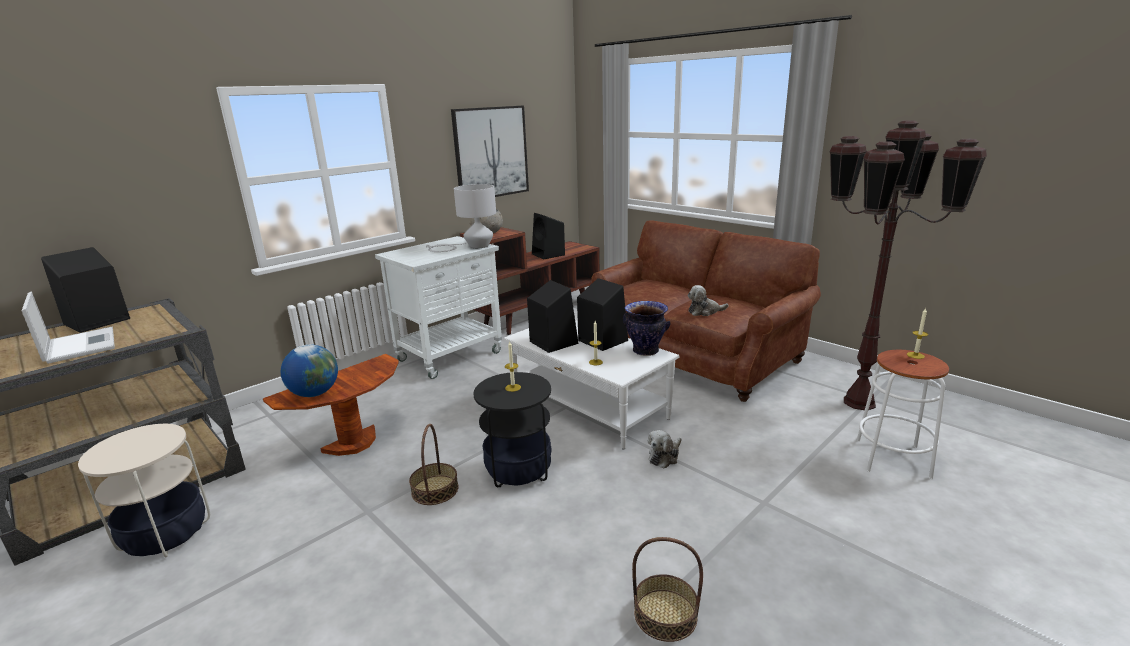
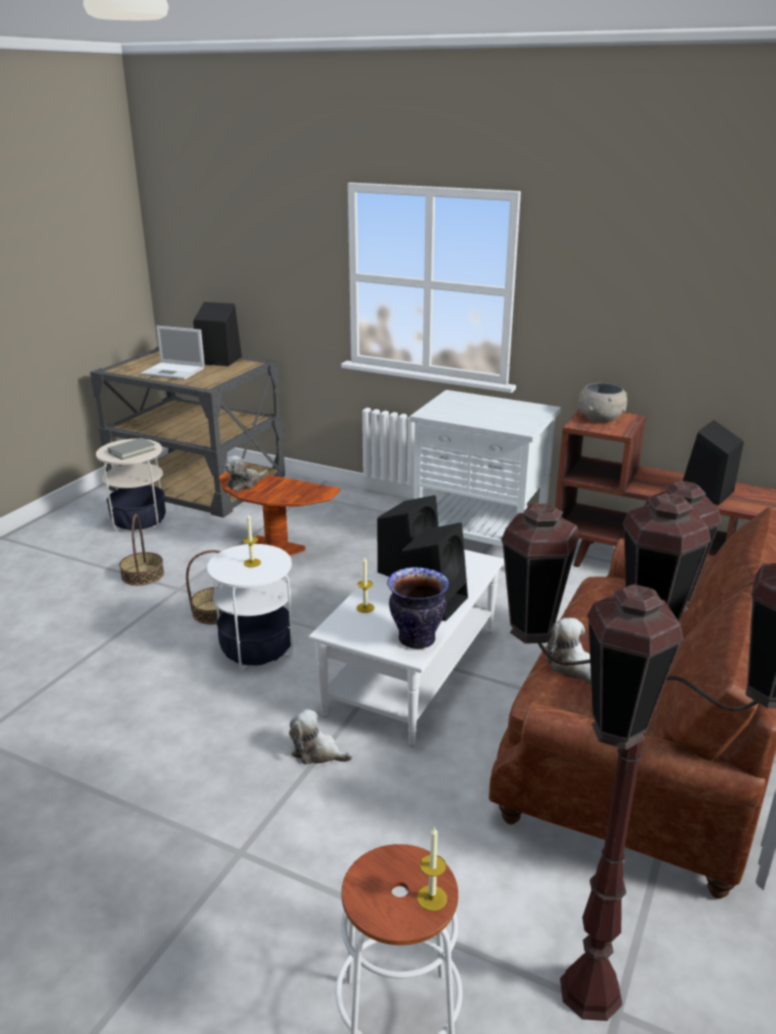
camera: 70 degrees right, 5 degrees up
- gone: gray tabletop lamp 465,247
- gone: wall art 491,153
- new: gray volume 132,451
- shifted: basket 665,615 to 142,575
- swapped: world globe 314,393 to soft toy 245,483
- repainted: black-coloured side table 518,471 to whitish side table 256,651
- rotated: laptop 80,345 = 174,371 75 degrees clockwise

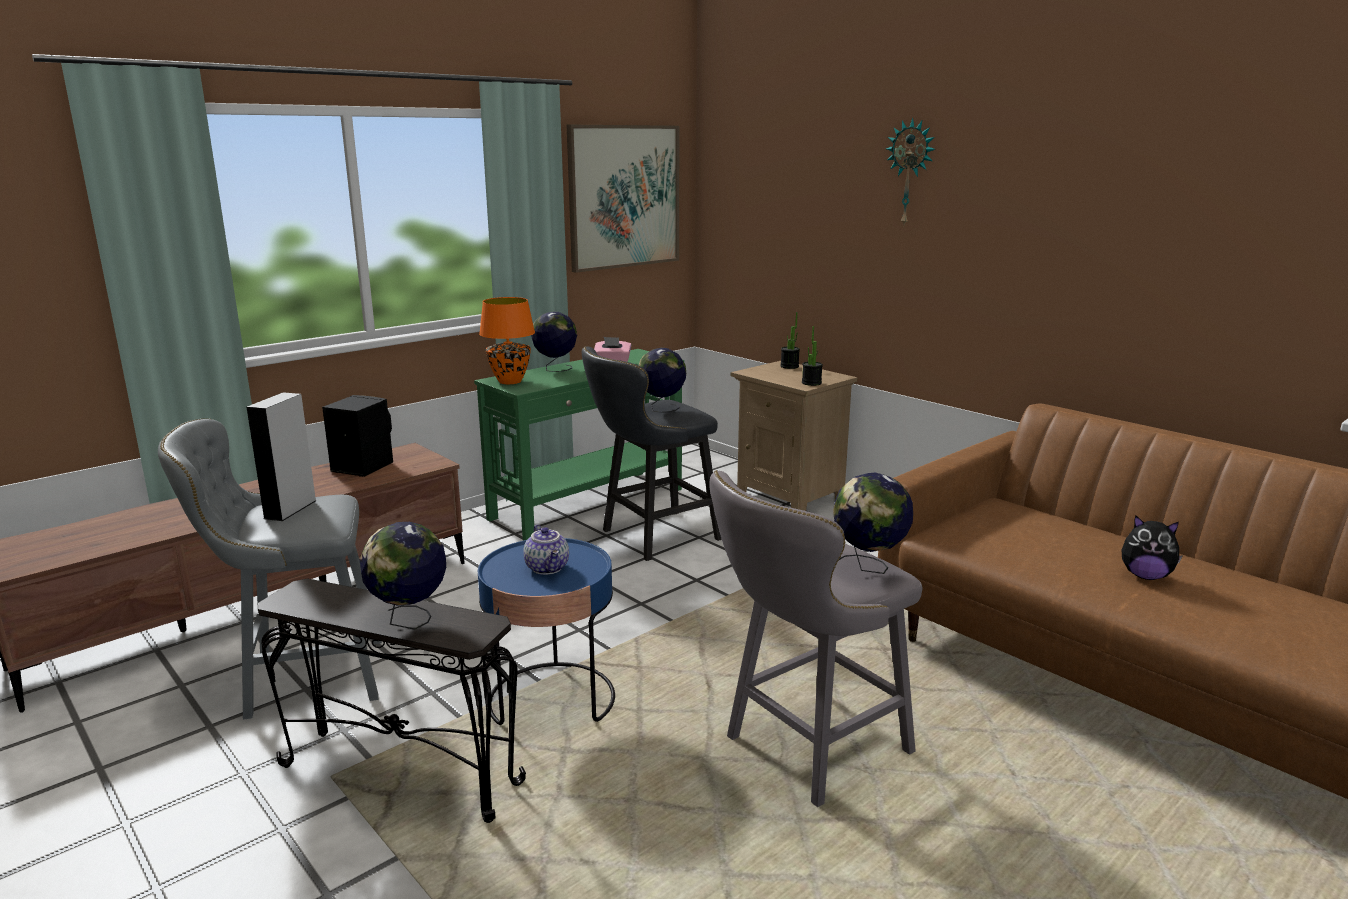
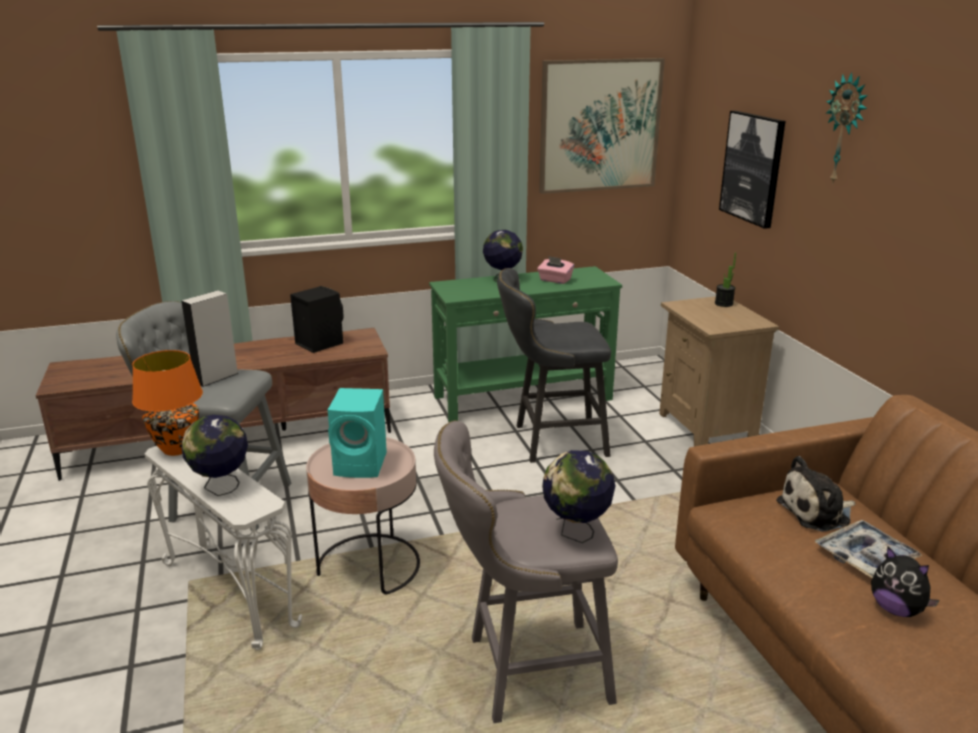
camera: 25 degrees right, 5 degrees up
- gone: world globe 661,409
- gone: houseplant 811,383
- new: wall art 753,168
- new: soft toy 817,512
- new: serving tray 865,556
- shifted: orangey tabletop lamp 509,381 to 176,449
- swapped: teapot 548,568 to turquoise-coloured loudspeaker 362,464
- repainted: black-coloured side table 400,775 to whitish side table 230,594
- repainted: bluish side table 552,699 to pink side table 369,565

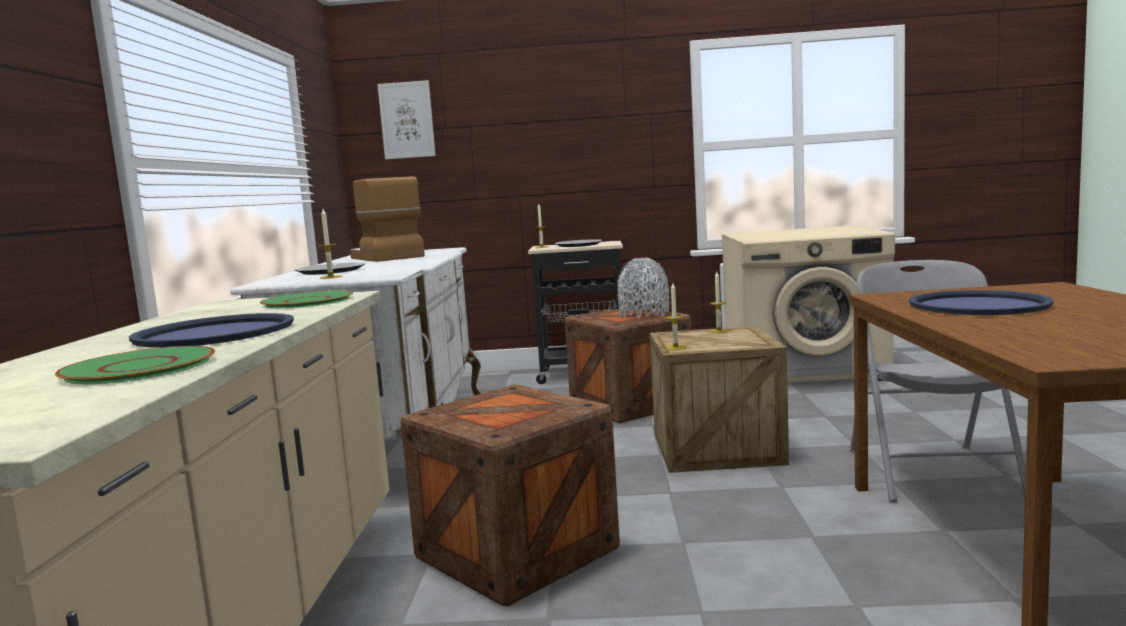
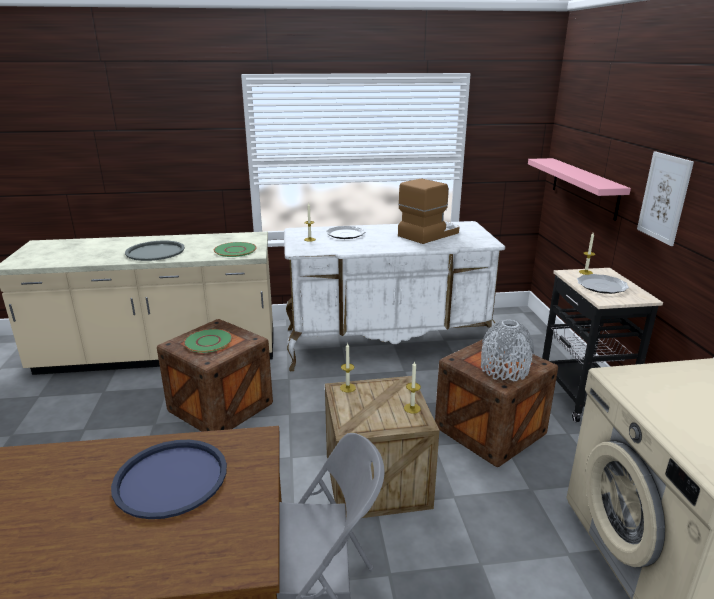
camera: 80 degrees right, 15 degrees up
- new: pink wall shelf 584,187
- shifted: green flat dish 138,368 to 208,341
- shifted: wall art 407,120 to 664,198
- repainted: bluish serving tray 215,333 to gray serving tray 155,251

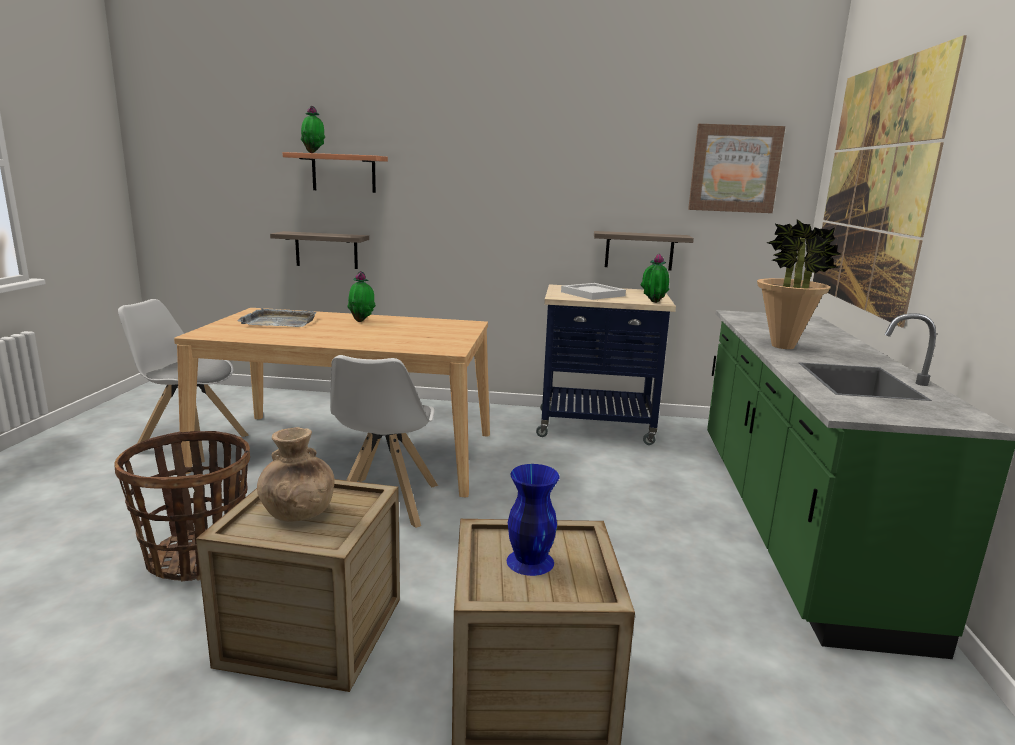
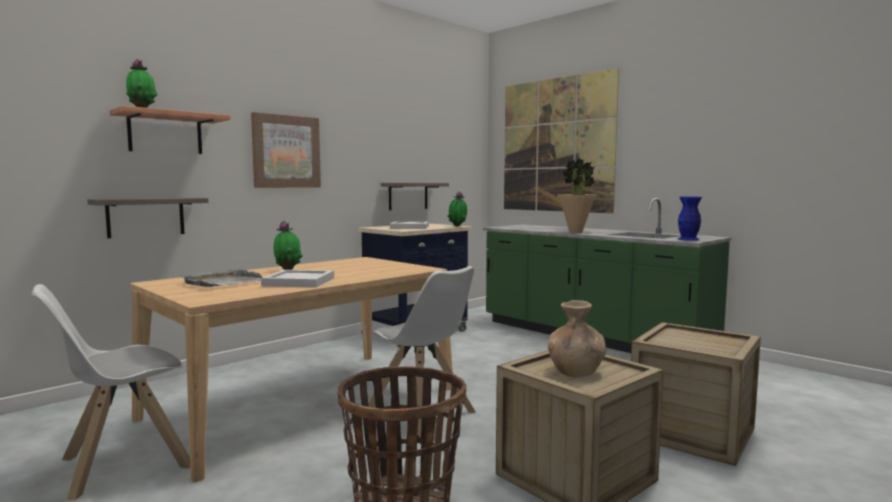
camera: 50 degrees left, 10 degrees down
- new: whitish serving tray 298,281
- shifted: bluish vase 529,561 to 688,239
- shifted: wall art 734,169 to 286,151

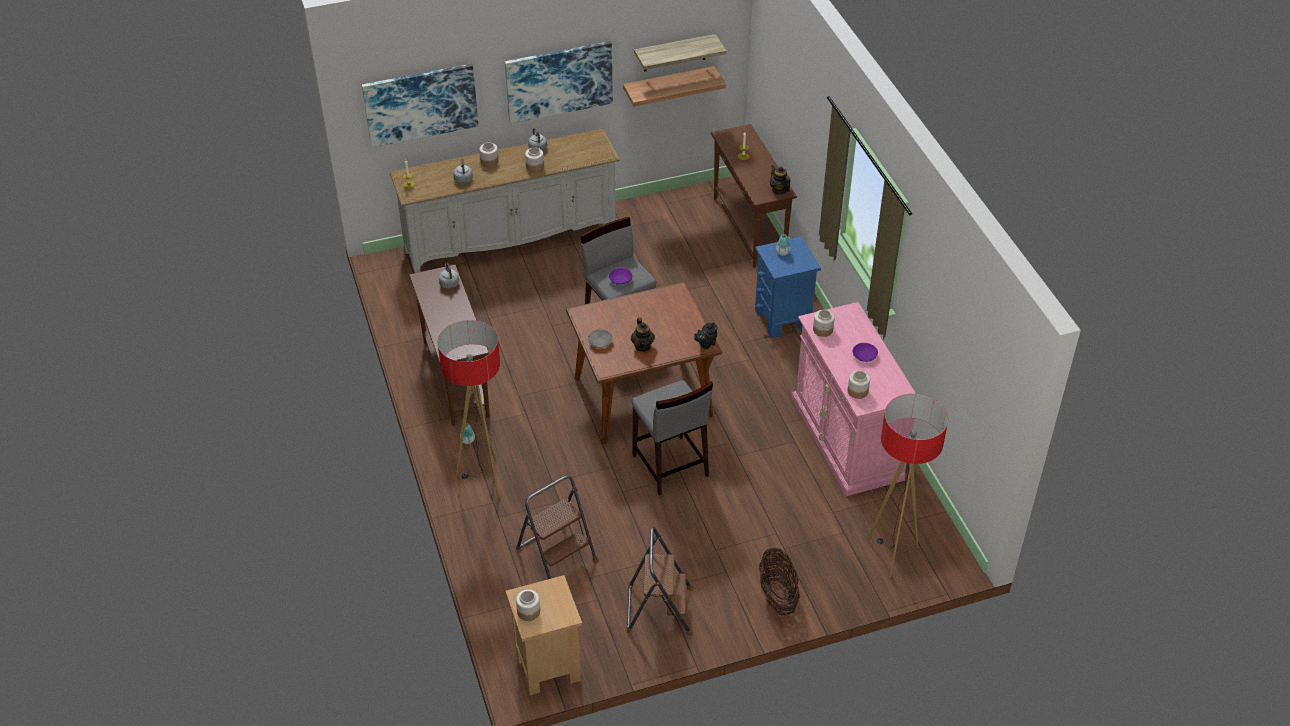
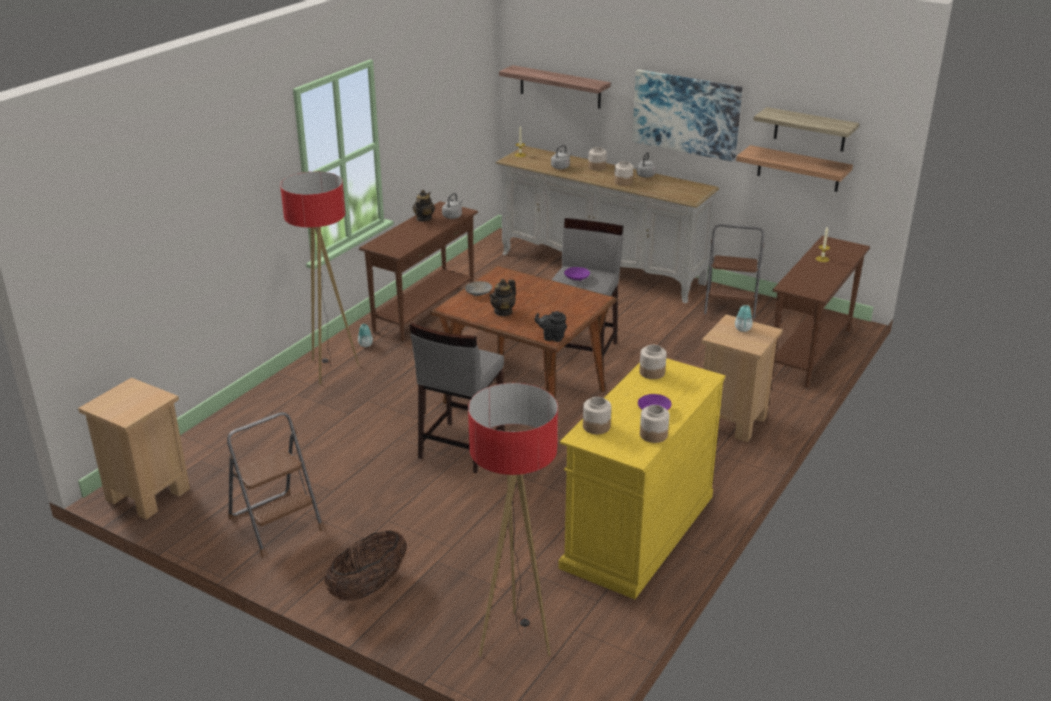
camera: 50 degrees right, 15 degrees down
- shifted: brownish step ladder 555,552 to 731,307
- shifted: preserve jar 528,611 to 653,434
- shifted: teapot 779,190 to 423,219
- swapped: wall art 420,104 to wall shelf 560,87
- repainted: bluish nightstand 782,320 to sand-coloured nightstand 731,421
- repainted: pink dresser 847,437 to yellowish dresser 639,531

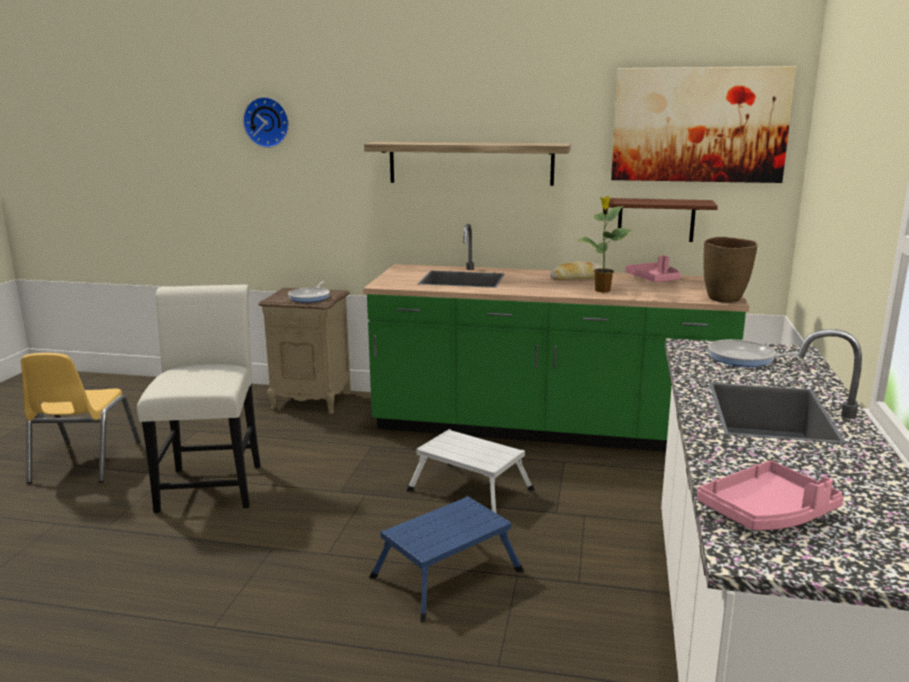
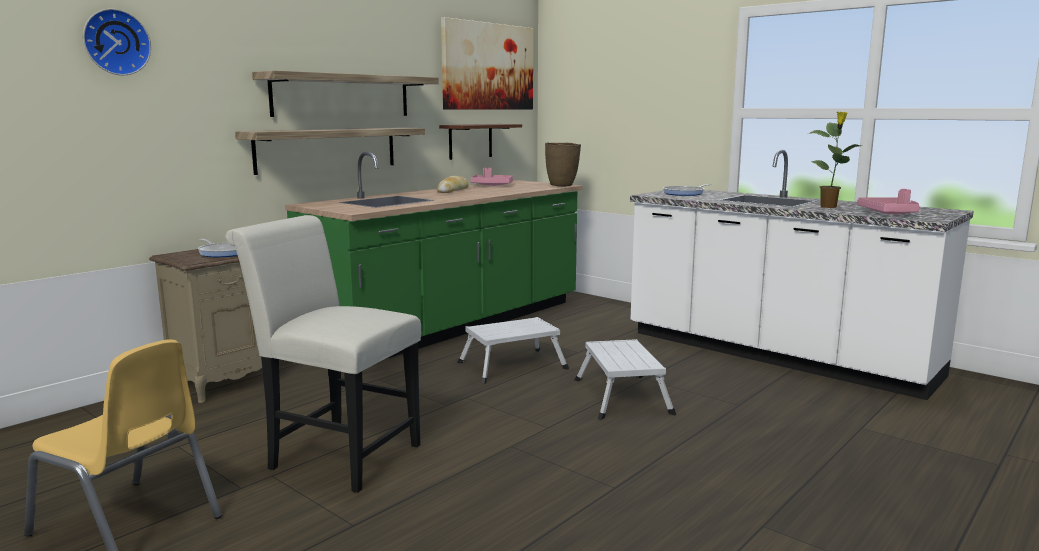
camera: 60 degrees left, 5 degrees down
- new: wall shelf 327,149
- shifted: houseplant 602,290 to 829,207
- repainted: bluish step ladder 447,573 to whitish step ladder 622,396

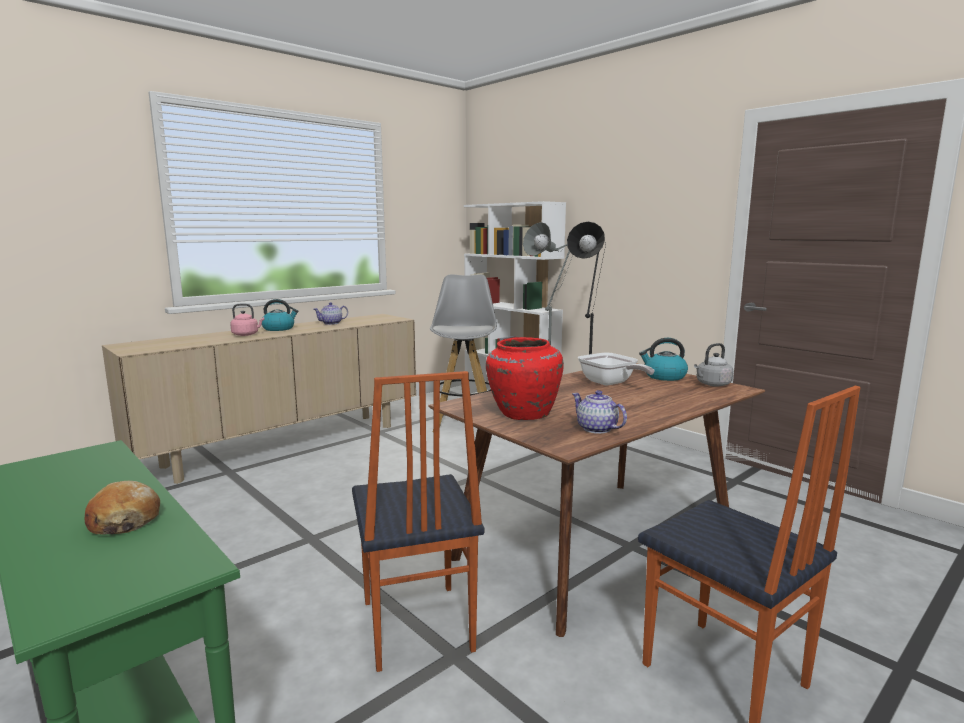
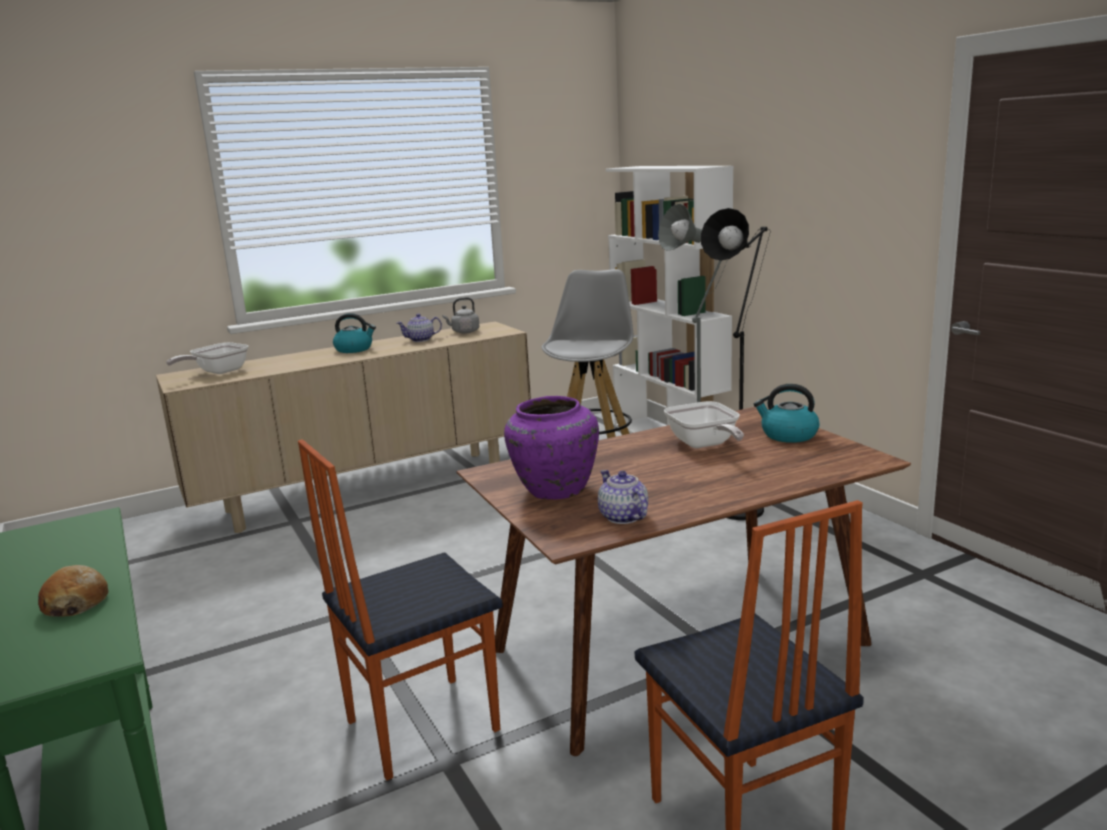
camera: 15 degrees right, 5 degrees up
- gone: pink water kettle 247,334
- new: skillet 217,372
- shifted: gray water kettle 712,384 to 464,332
- repainted: reddish vase 522,414 to purplish vase 553,490
- rotated: chair 415,626 = 420,725 60 degrees clockwise

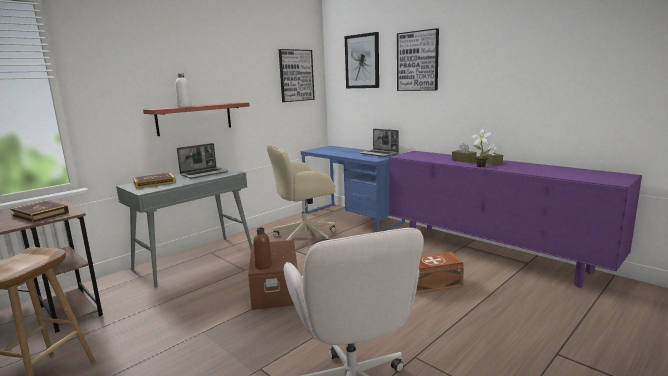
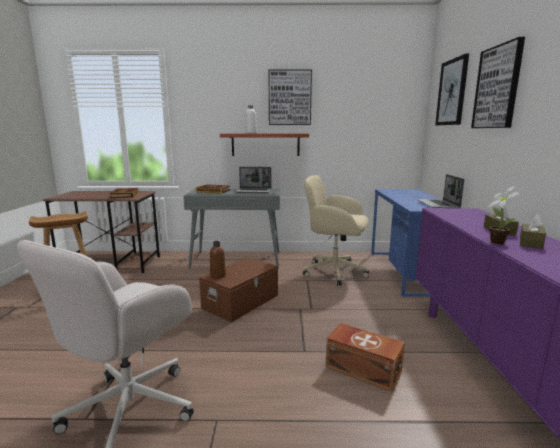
camera: 45 degrees right, 0 degrees up
- shifted: wall art 296,75 to 289,97

